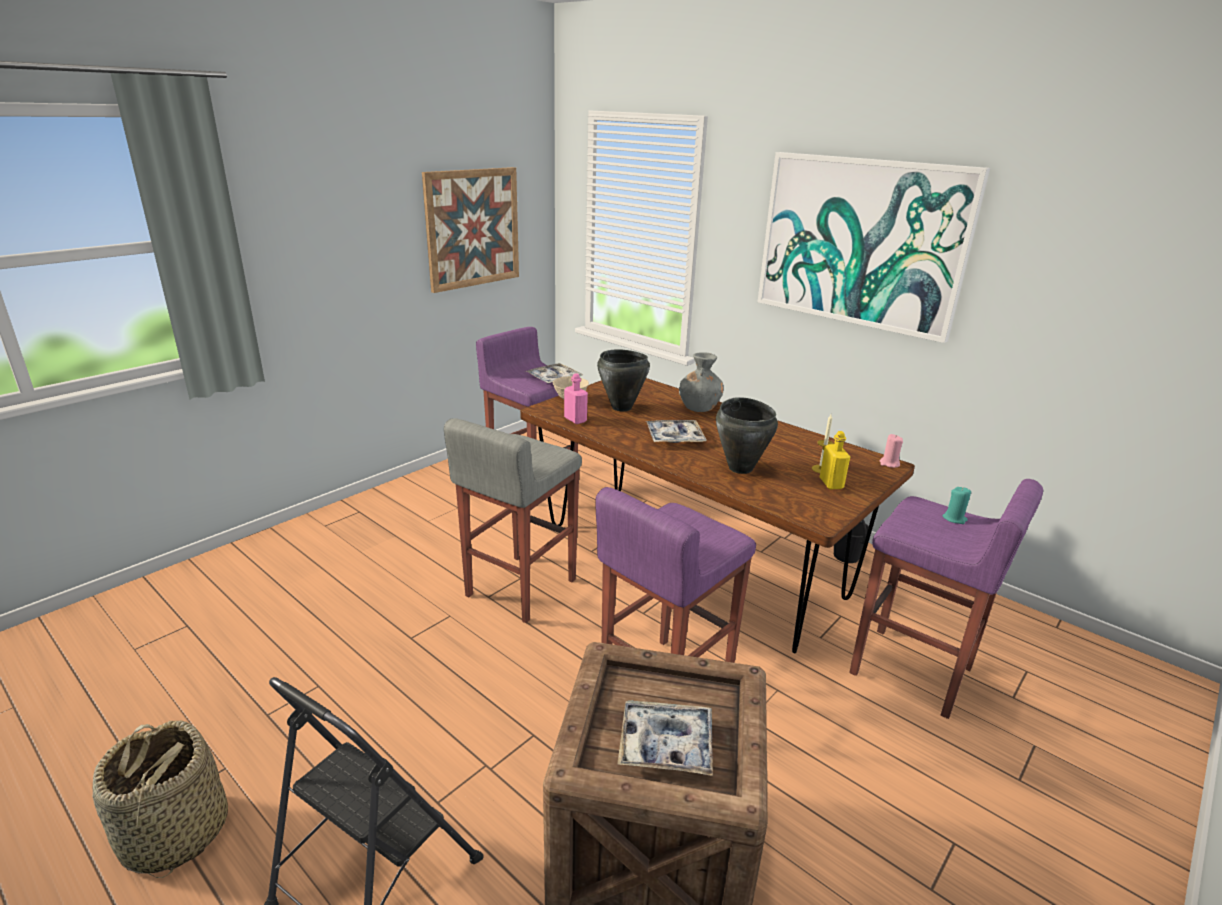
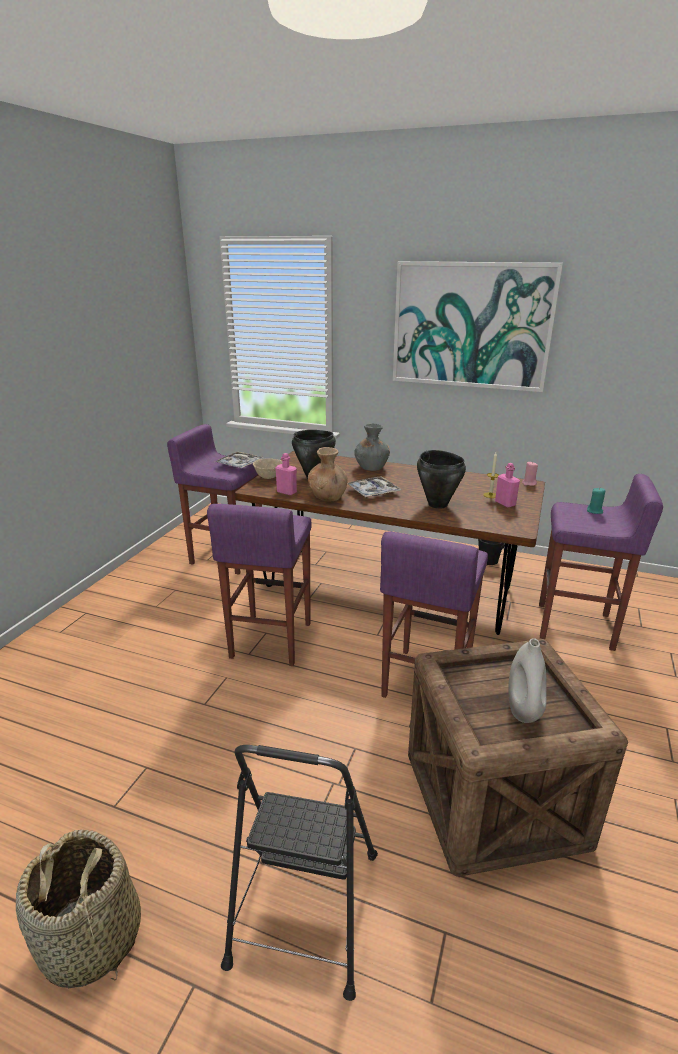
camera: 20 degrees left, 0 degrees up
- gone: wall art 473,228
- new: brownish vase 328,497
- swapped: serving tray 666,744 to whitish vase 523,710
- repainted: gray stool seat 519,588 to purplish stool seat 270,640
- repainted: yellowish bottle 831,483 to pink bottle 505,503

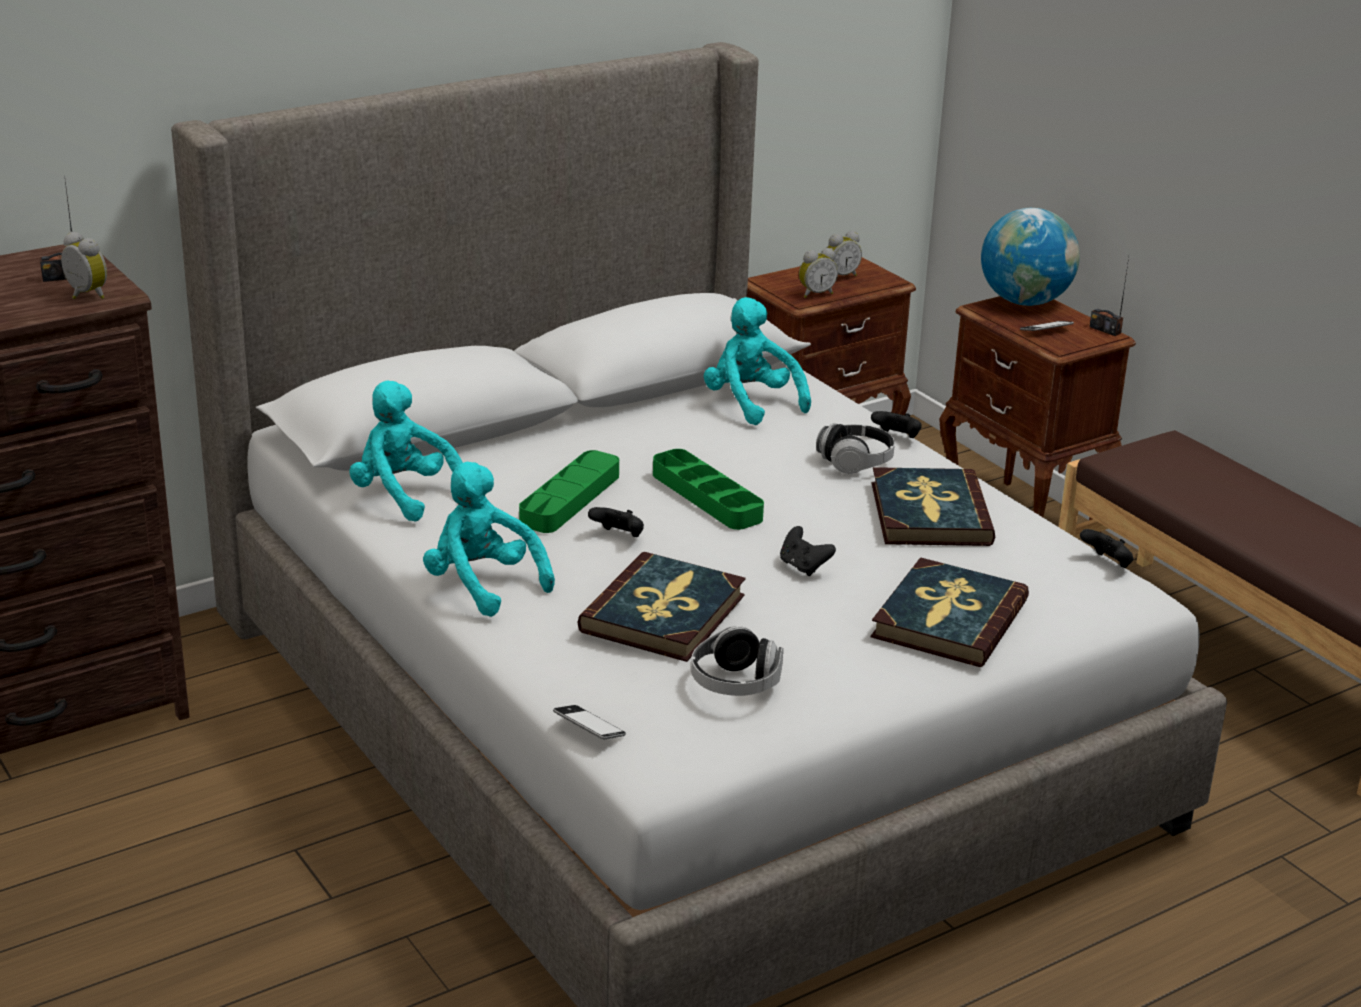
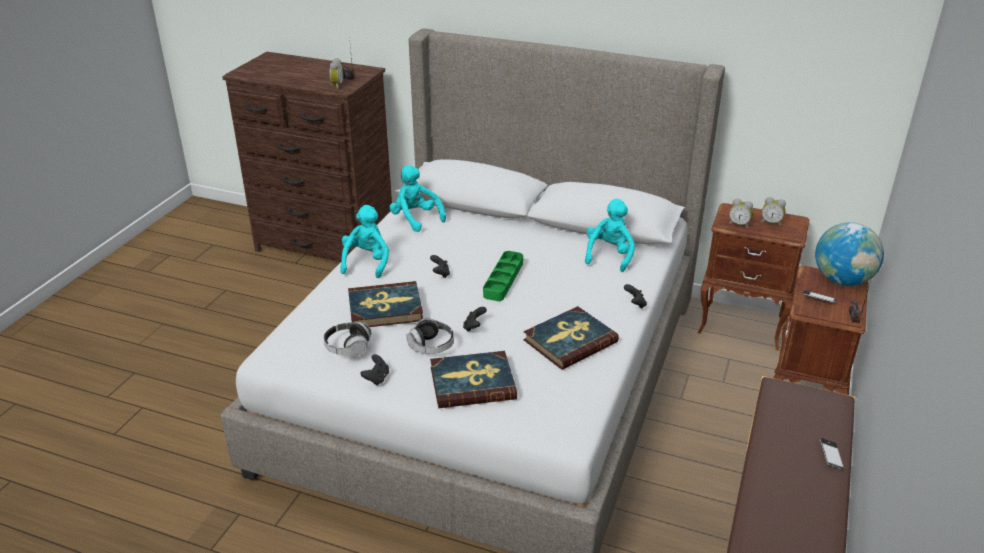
camera: 55 degrees right, 5 degrees up
- gone: green serving tray 570,499
- shifted: handset 589,728 to 830,456
- shifted: pair of headphones 855,462 to 431,346
- shifted: black-coloured gamepad 1107,563 to 376,378
- rotated: turquoise-coloured soft toy 404,495 = 415,219 45 degrees counterclockwise

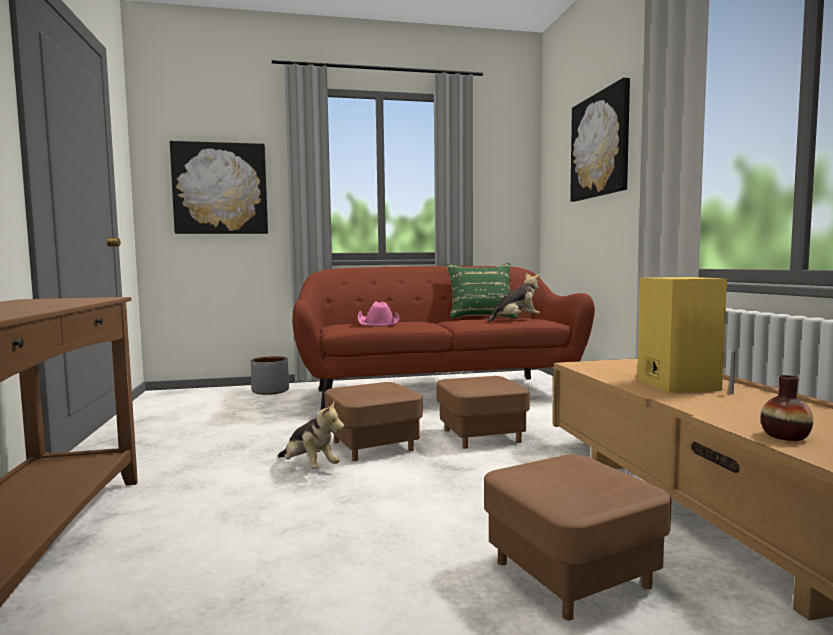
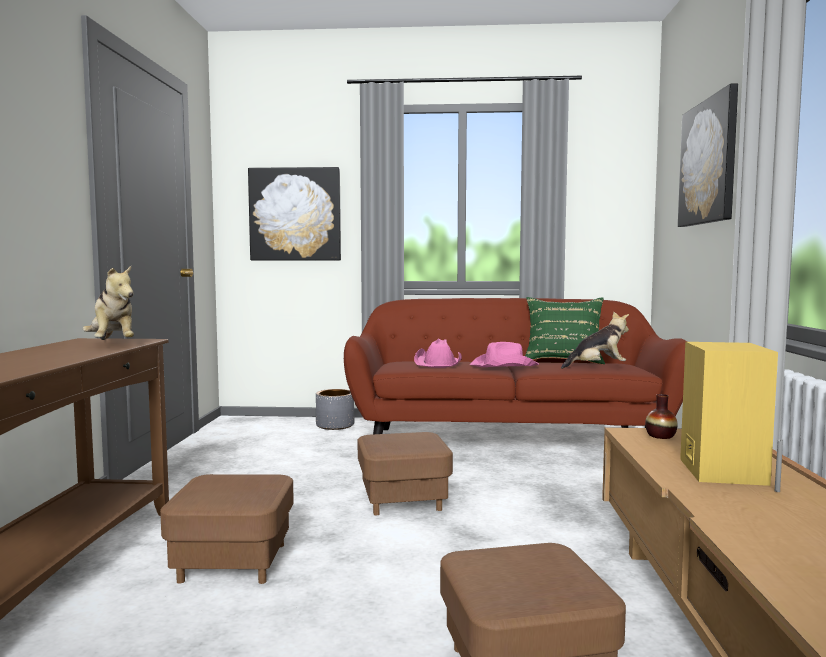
camera: 15 degrees right, 0 degrees up
- new: pink clothing hat 504,366
- shifted: soft toy 309,467 to 113,345
- shifted: brownish ottoman 481,436 to 233,562
- shifted: vase 785,436 to 660,436

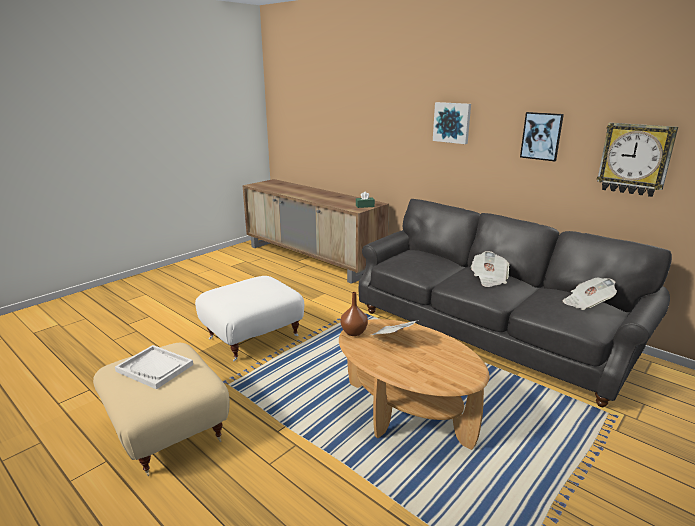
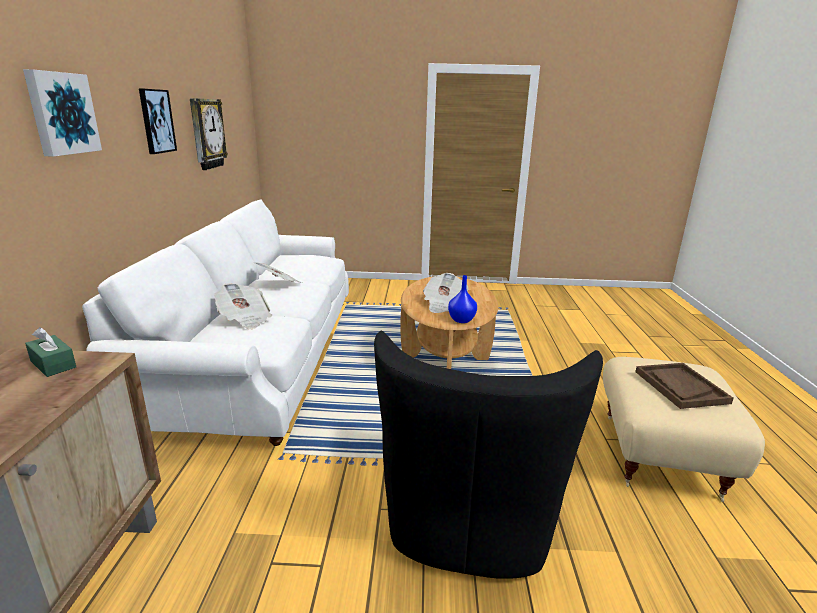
camera: 130 degrees left, 0 degrees up
- shifted: printed paper 586,304 to 245,319
- swapped: whitish ottoman 253,337 to black-coloured easy chair 469,519
- repainted: whitish serving tray 155,368 to brownish serving tray 680,387
- repainted: brownish vase 353,332 to bluish vase 462,320
- repainted: black-coloured settee 489,332 to whitish settee 262,356

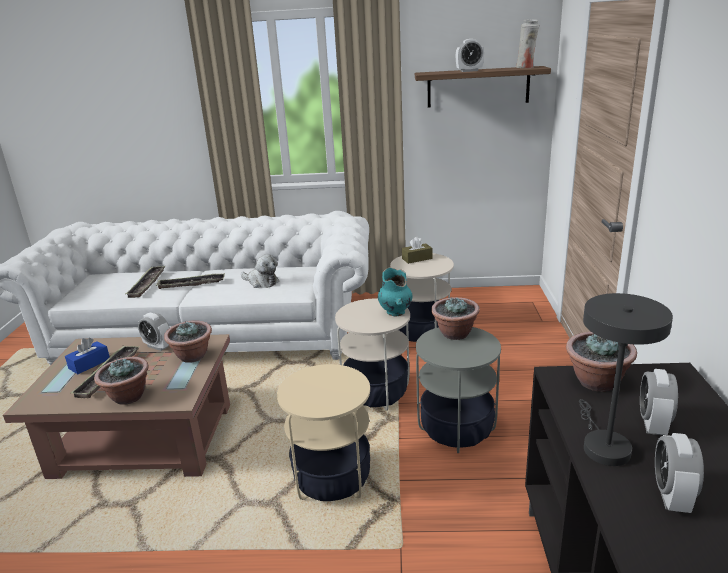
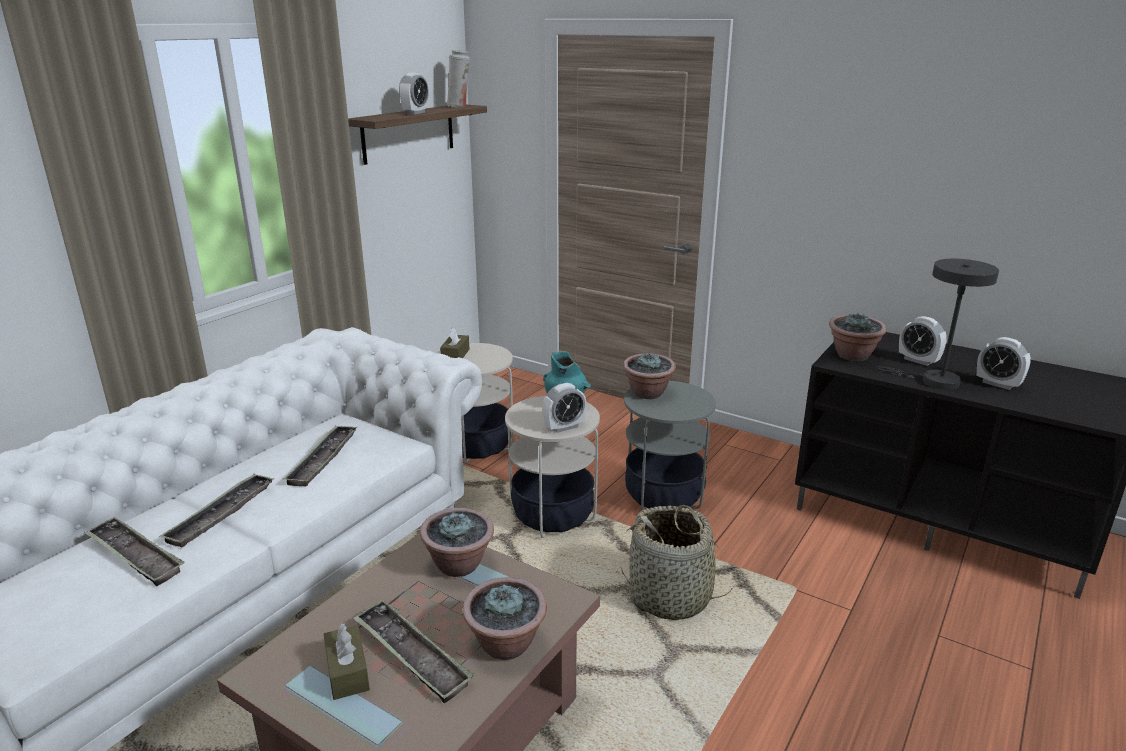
camera: 60 degrees left, 0 degrees up
- shifted: alarm clock 158,346 to 564,427
- swapped: soft toy 261,282 to serving tray 323,459
- swapped: sand-coloured side table 332,480 to basket 671,597
- repainted: bluish tissue holder 89,364 to brownish tissue holder 347,672

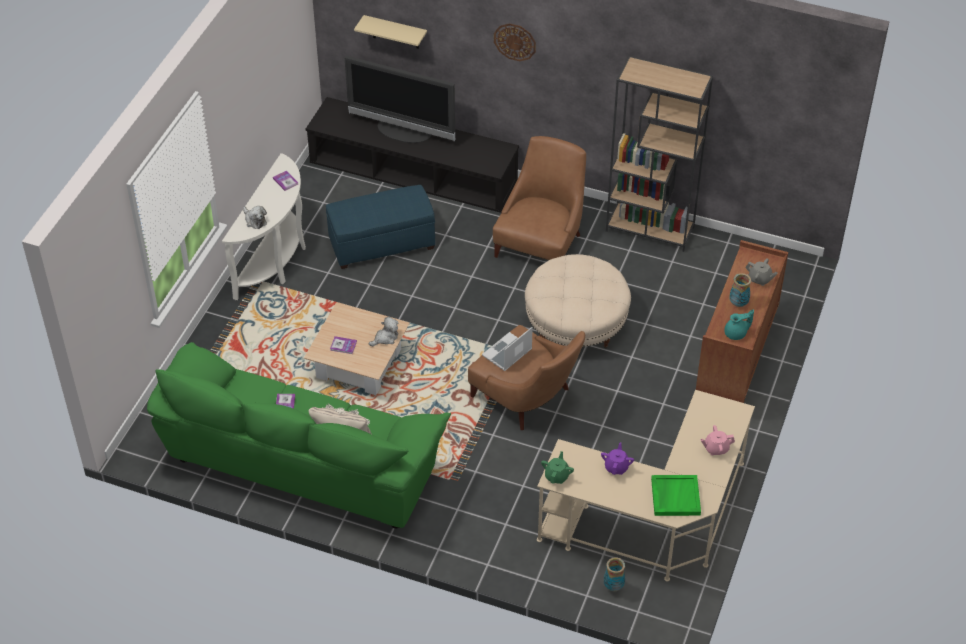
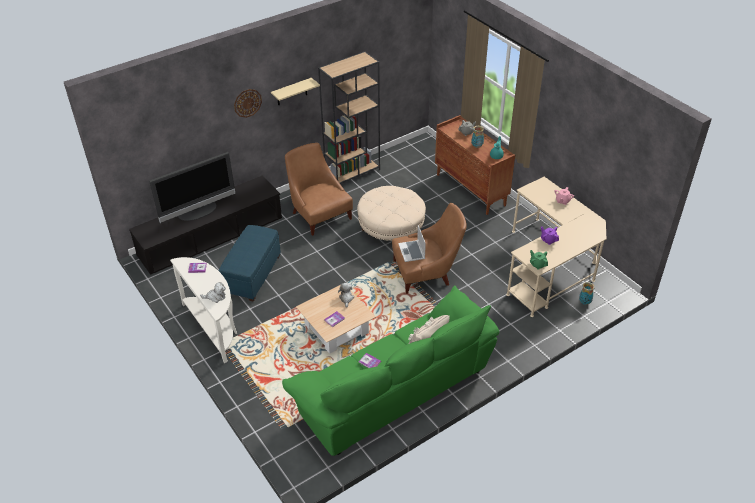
camera: 55 degrees left, 5 degrees down
- gone: green serving tray 675,496
- shifted: sand-coloured wall shelf 395,32 to 291,92

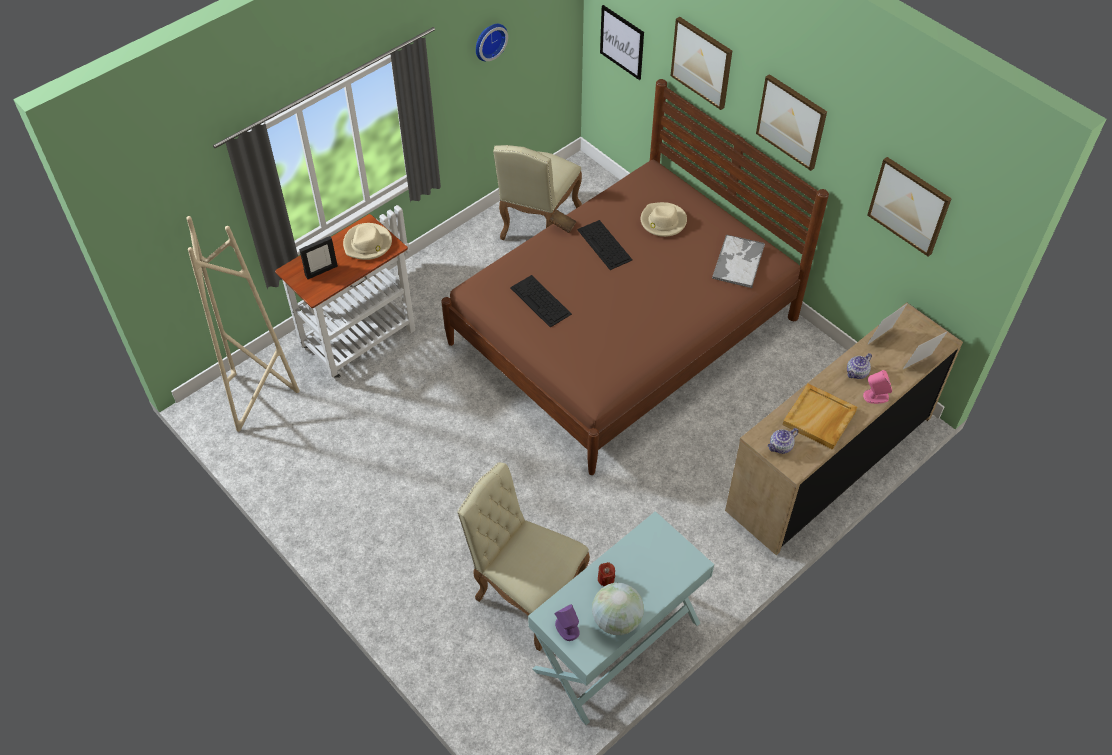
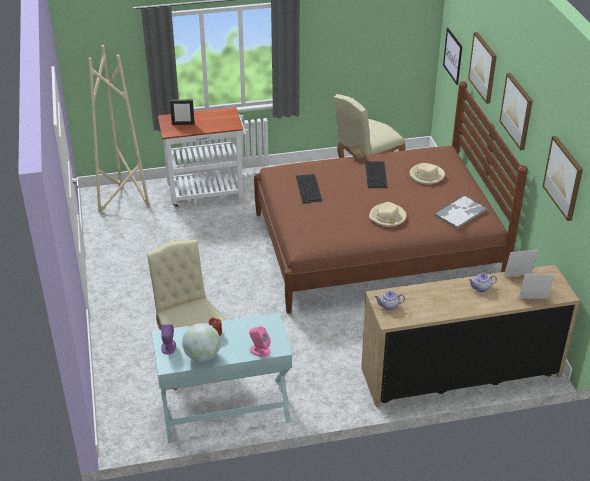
camera: 30 degrees right, 15 degrees down
- gone: wall clock 489,40
- gone: sand-coloured serving tray 819,418
- shifted: sand-coloured clothing hat 368,244 to 387,217
- shifted: pink loudspeaker 875,396 to 259,350

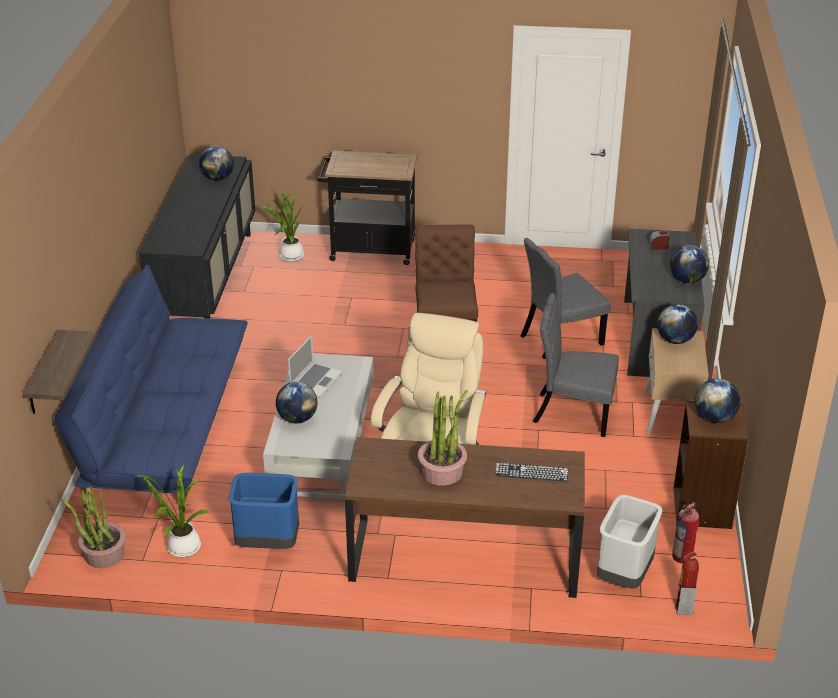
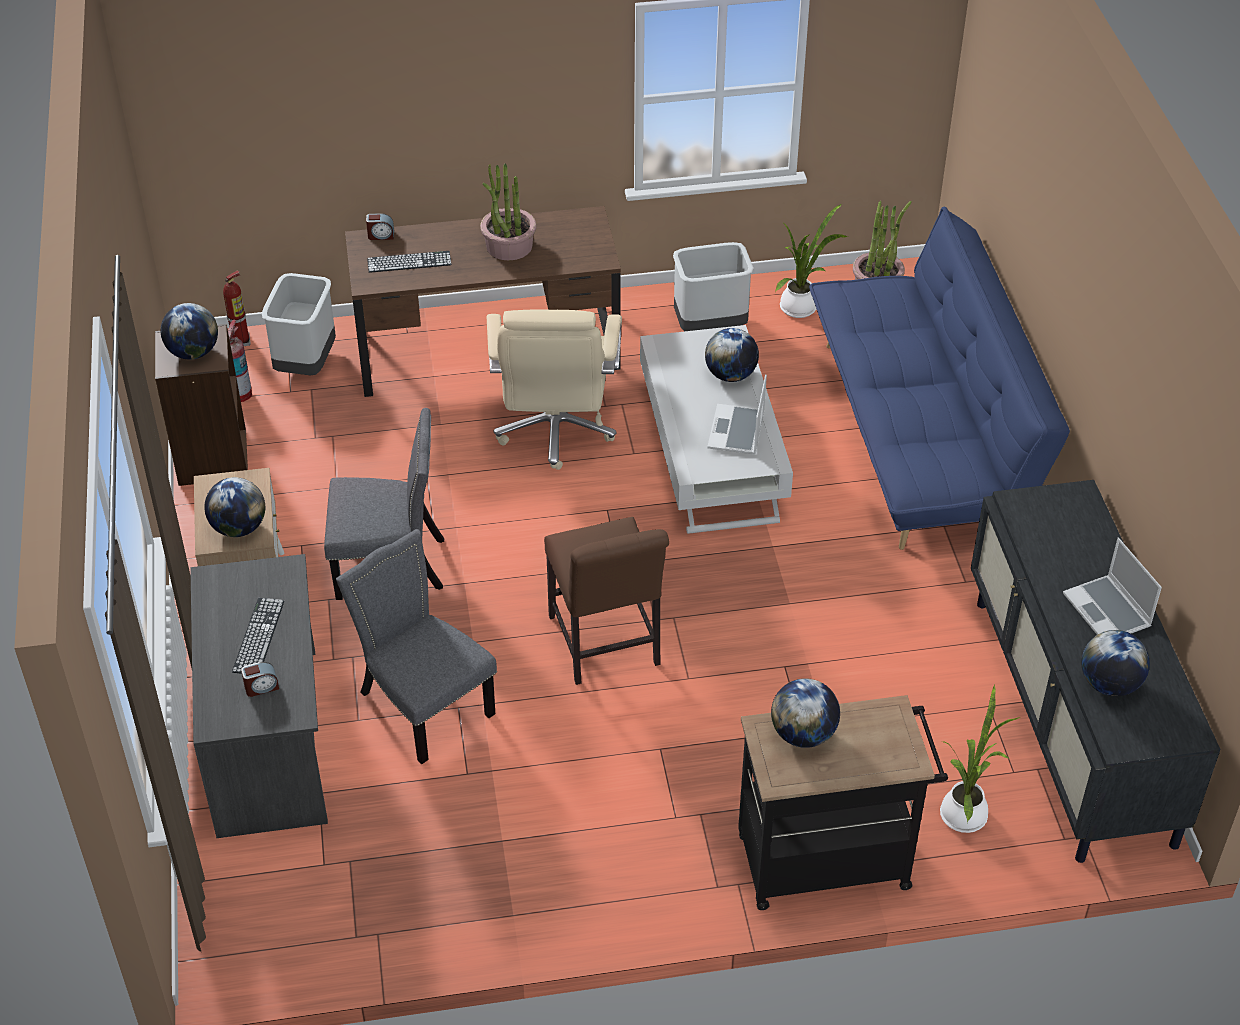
camera: 165 degrees right, 10 degrees up
- gone: wall shelf 43,374
- new: keyboard 258,636
- new: alarm clock 381,235
- new: laptop 1108,611
- shifted: world globe 687,280 to 803,734
- repainted: bluish waste bin 268,543 to gray waste bin 709,327
- rotated: gray chair 562,338 = 425,708 90 degrees counterclockwise

